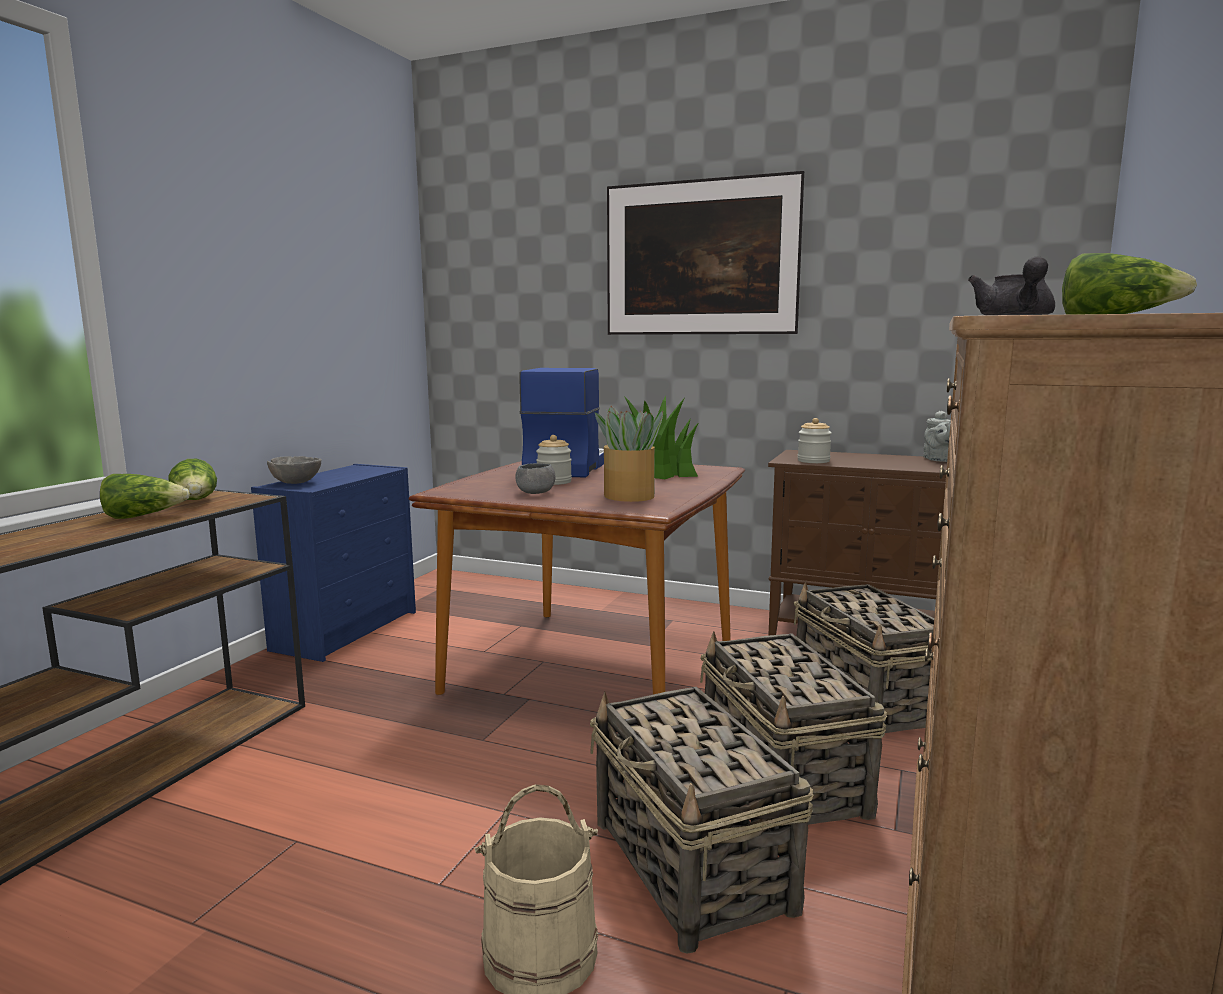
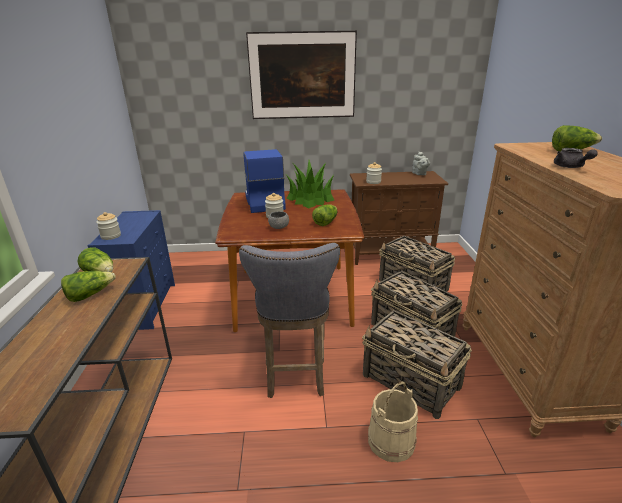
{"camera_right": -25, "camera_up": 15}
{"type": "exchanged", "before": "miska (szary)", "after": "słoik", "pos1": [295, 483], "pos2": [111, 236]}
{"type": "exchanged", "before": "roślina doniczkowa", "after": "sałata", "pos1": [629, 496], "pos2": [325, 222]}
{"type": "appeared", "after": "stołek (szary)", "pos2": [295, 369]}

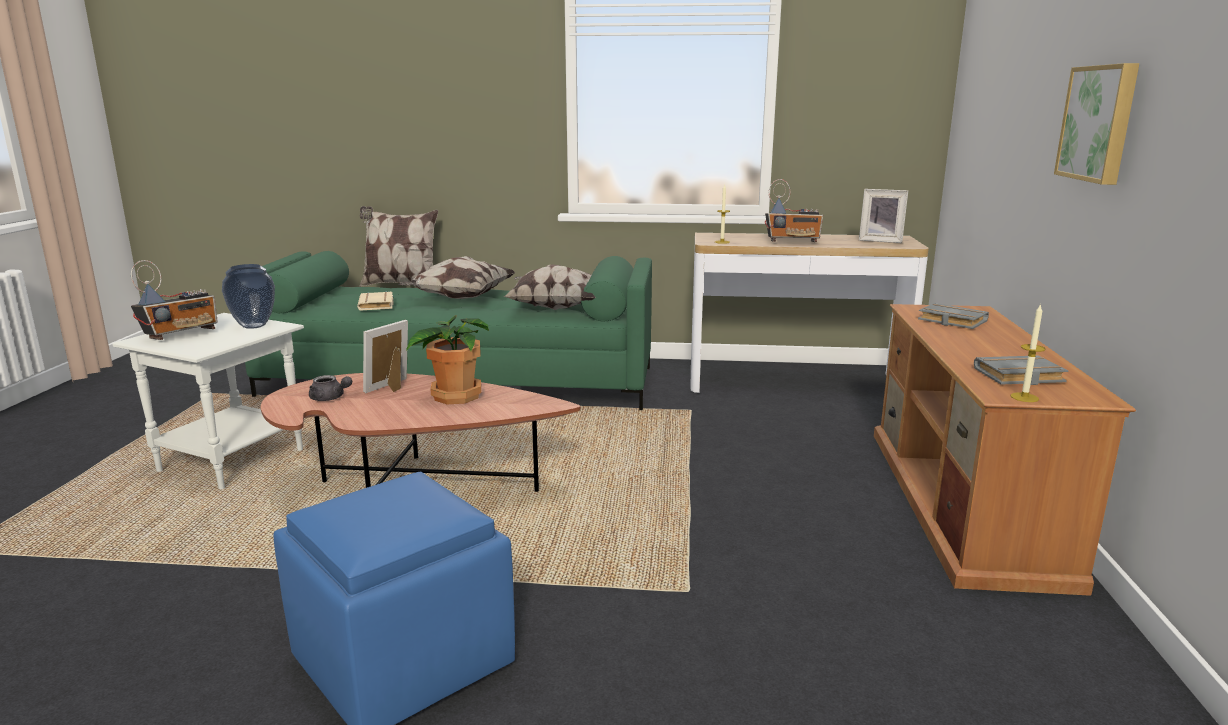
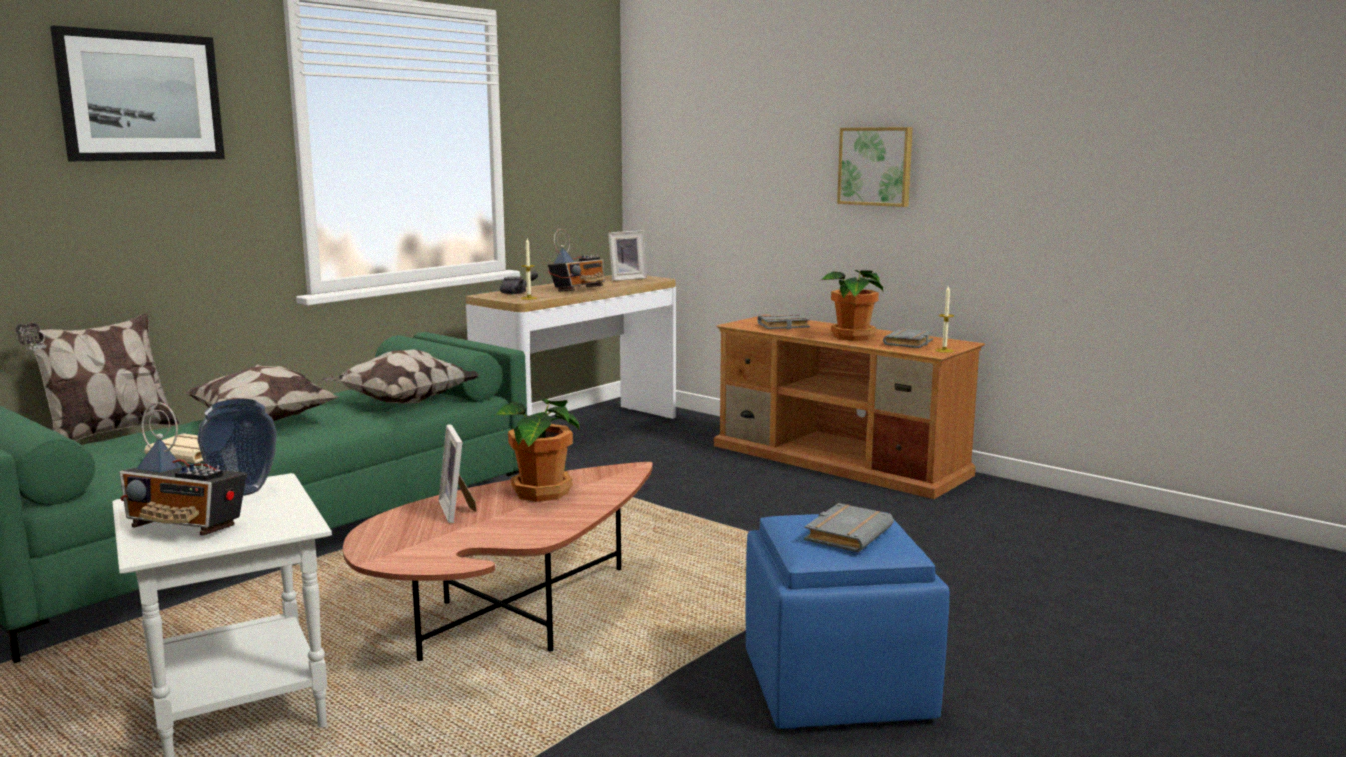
{"camera_right": -55, "camera_up": -5}
{"type": "spun", "before": "radio", "pos1": [181, 334], "pos2": [187, 527], "turn": 120}
{"type": "relocated", "before": "imbryk (szary)", "pos1": [330, 398], "pos2": [517, 293]}
{"type": "appeared", "after": "obraz", "pos2": [141, 97]}
{"type": "appeared", "after": "książka (szary)", "pos2": [846, 533]}
{"type": "appeared", "after": "roślina doniczkowa", "pos2": [851, 337]}

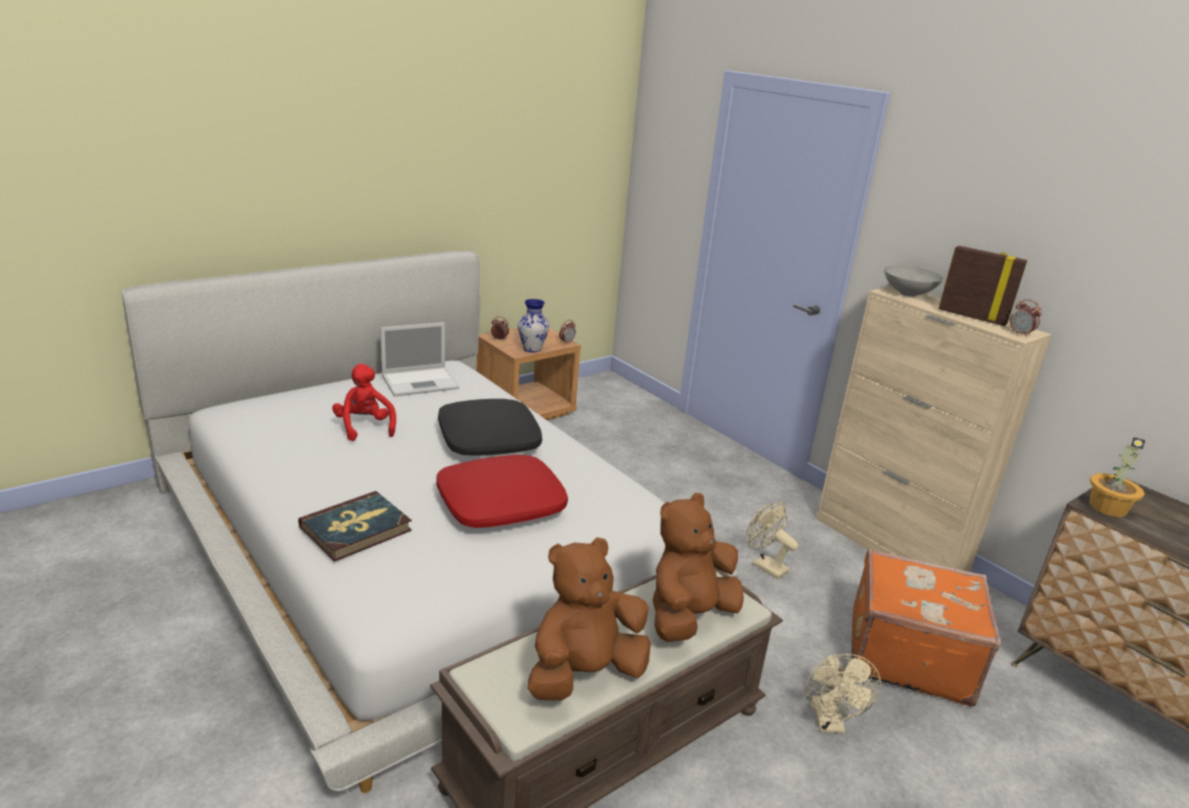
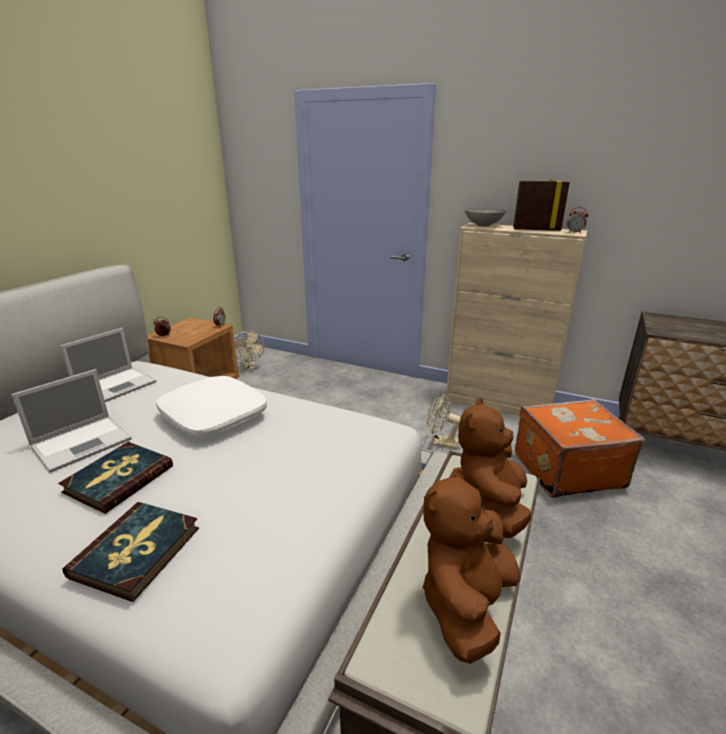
{"camera_right": -25, "camera_up": 0}
{"type": "exchanged", "before": "pluszak (czerwony)", "after": "laptop", "pos1": [364, 427], "pos2": [83, 442]}
{"type": "missing", "before": "poduszka (czerwony)", "pos1": [501, 503]}
{"type": "colour", "before": "poduszka (czarny)", "after": "poduszka (biały)", "pos1": [488, 439], "pos2": [213, 416]}
{"type": "missing", "before": "wazon", "pos1": [532, 349]}
{"type": "relocated", "before": "wentylator (beżowy)", "pos1": [829, 723], "pos2": [250, 367]}
{"type": "missing", "before": "roślina doniczkowa", "pos1": [1108, 507]}
{"type": "appeared", "after": "książka", "pos2": [119, 479]}

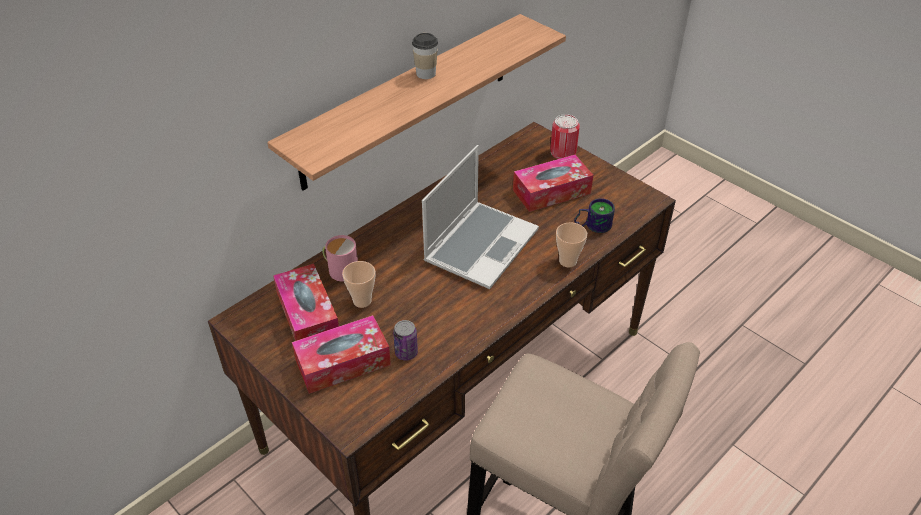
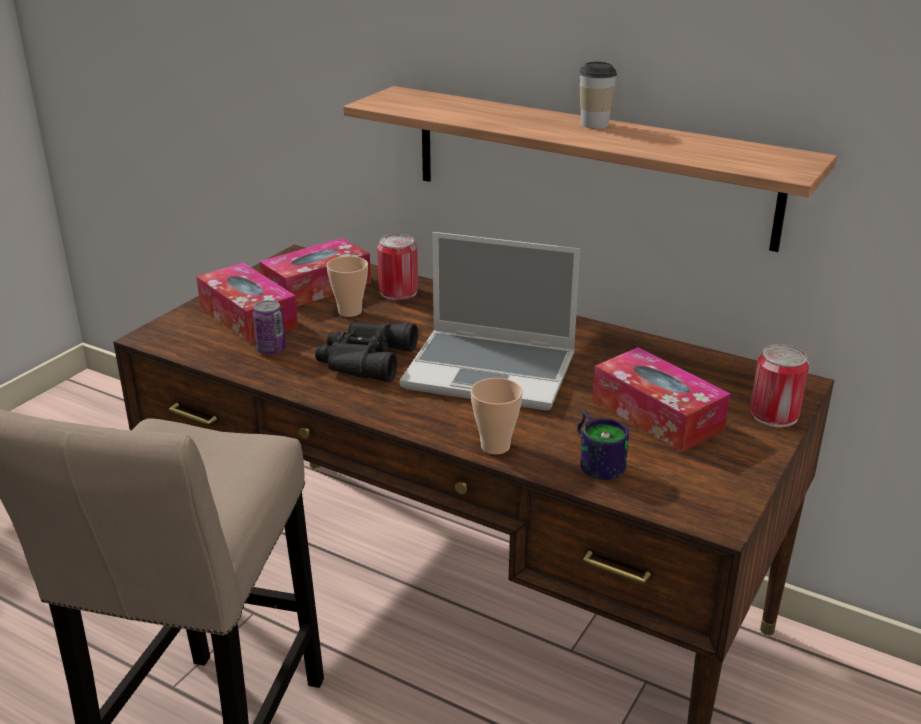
{"camera_right": 75, "camera_up": -15}
{"type": "exchanged", "before": "kubek (różowy)", "after": "puszka", "pos1": [341, 269], "pos2": [398, 292]}
{"type": "appeared", "after": "lornetka (czarny)", "pos2": [363, 359]}

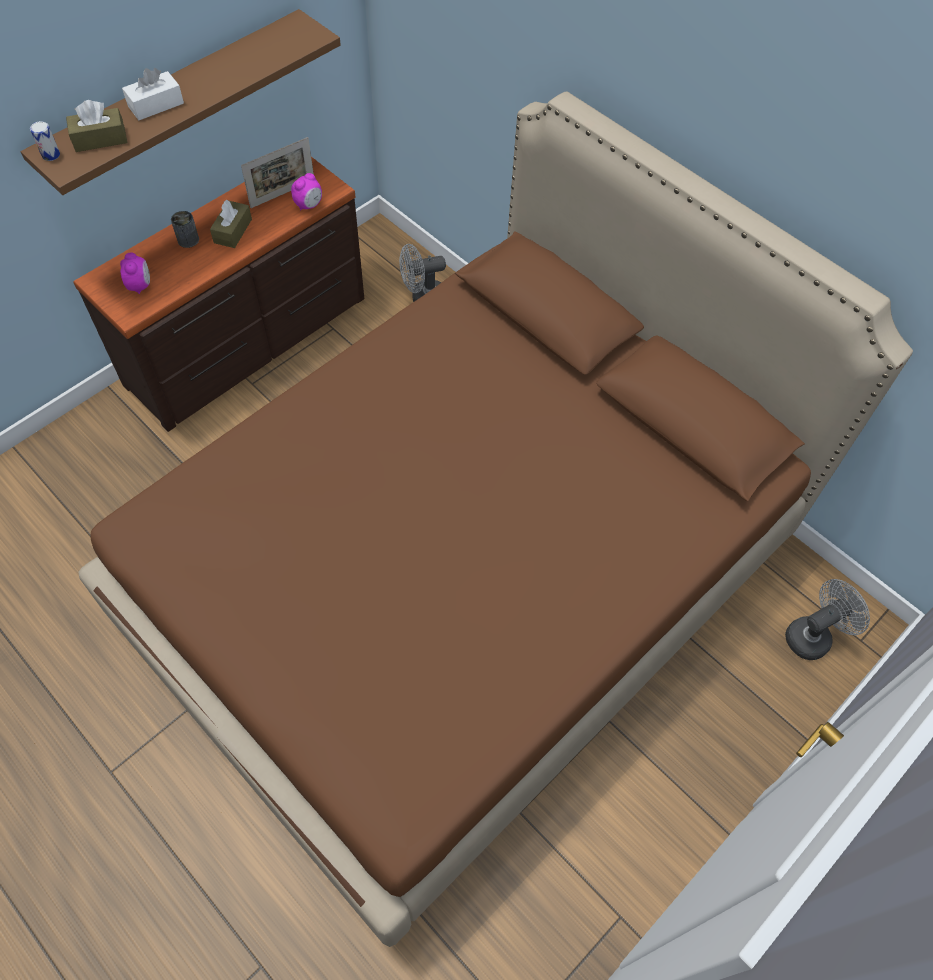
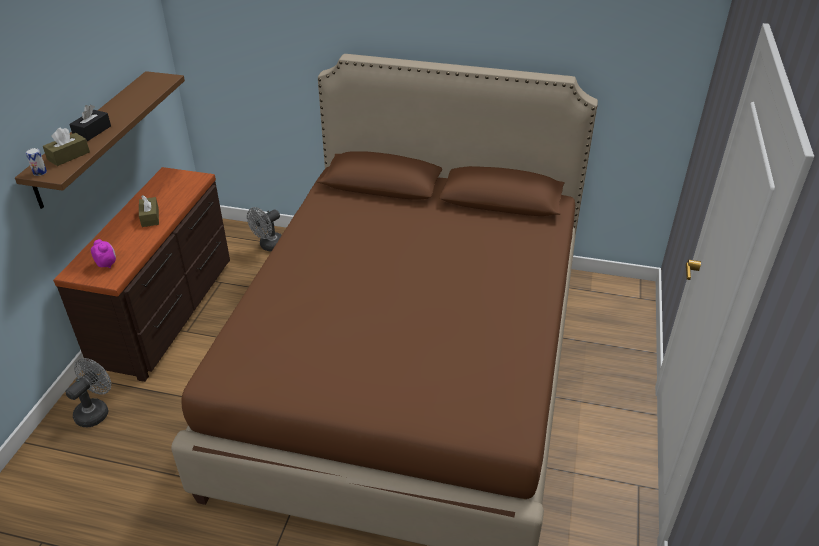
{"camera_right": -30, "camera_up": -20}
{"type": "colour", "before": "pudełko chusteczek (biały)", "after": "pudełko chusteczek (czarny)", "pos1": [156, 105], "pos2": [92, 132]}
{"type": "missing", "before": "puszka", "pos1": [188, 240]}
{"type": "missing", "before": "ramka na zdjęcie", "pos1": [282, 194]}
{"type": "missing", "before": "budzik", "pos1": [309, 205]}
{"type": "relocated", "before": "wentylator (szary)", "pos1": [813, 635], "pos2": [96, 411]}

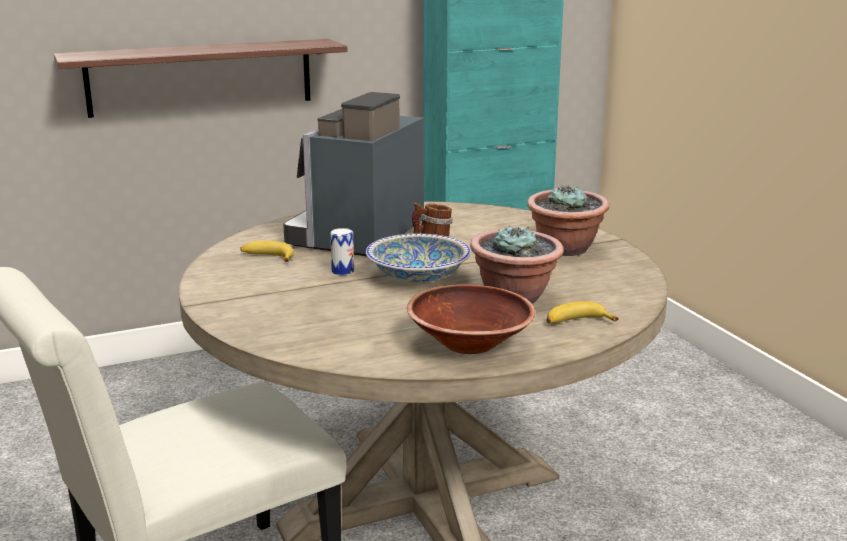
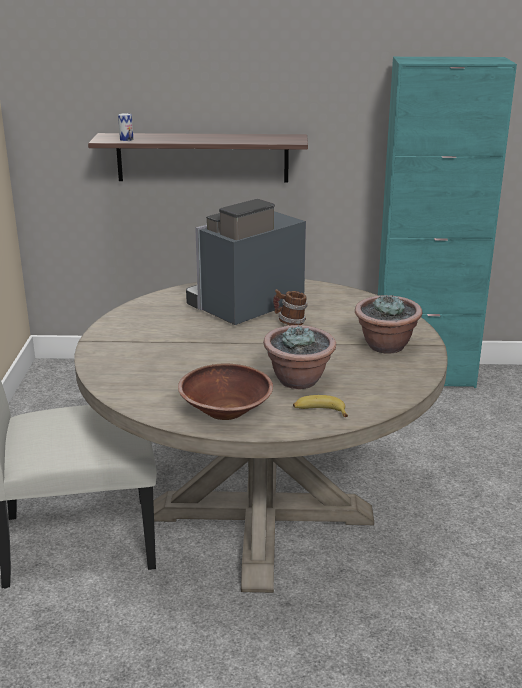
{"camera_right": 25, "camera_up": 5}
{"type": "missing", "before": "banan", "pos1": [267, 257]}
{"type": "relocated", "before": "puszka", "pos1": [343, 271], "pos2": [126, 139]}
{"type": "missing", "before": "miska", "pos1": [418, 276]}

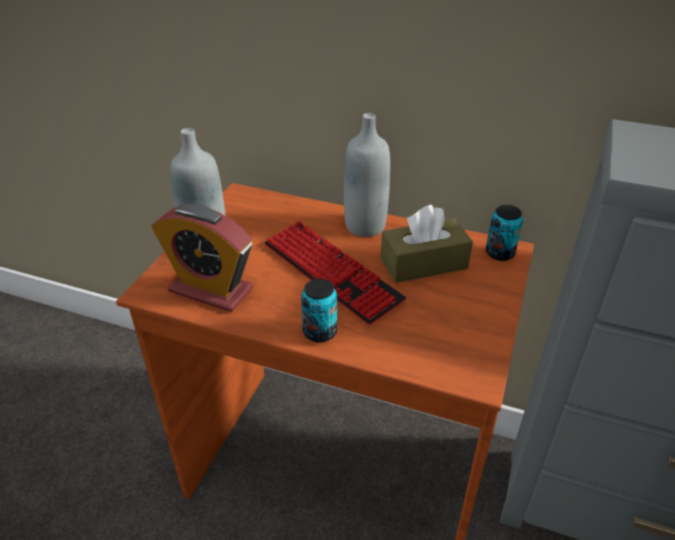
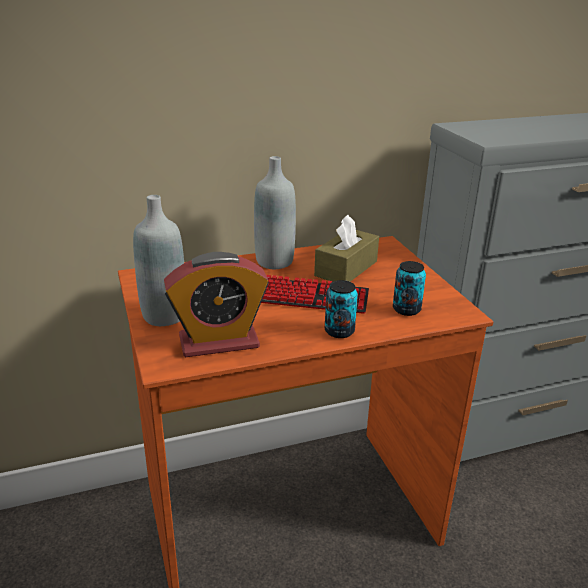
{"camera_right": -40, "camera_up": -10}
{"type": "relocated", "before": "puszka", "pos1": [500, 253], "pos2": [406, 309]}

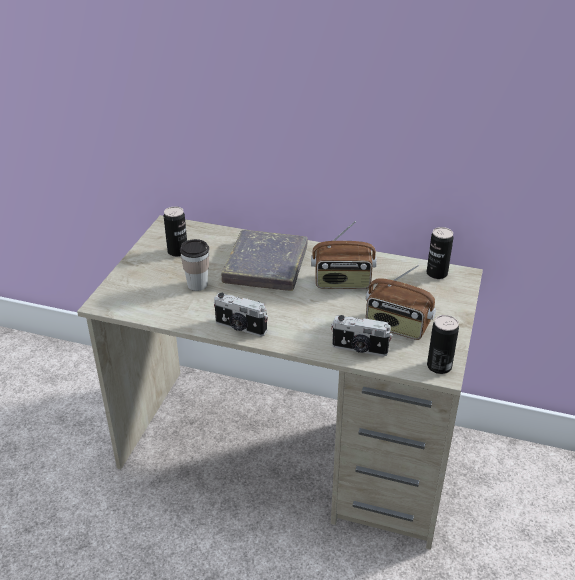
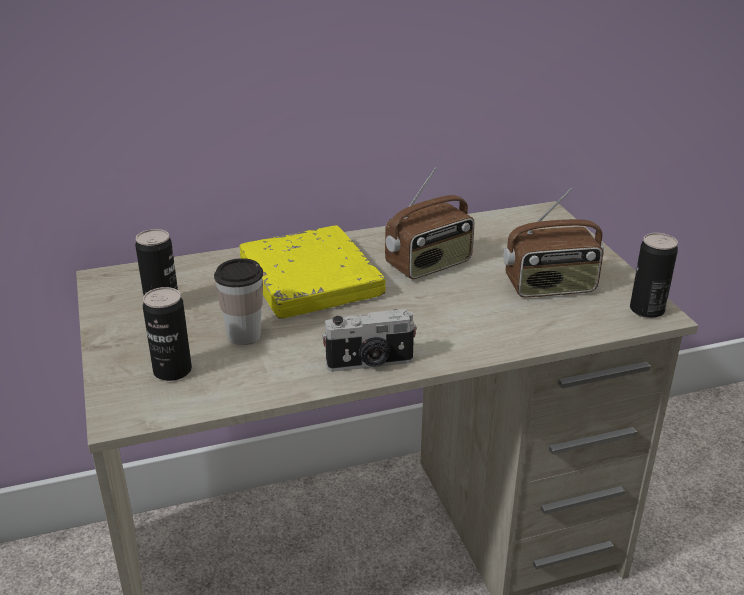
{"camera_right": -35, "camera_up": -5}
{"type": "colour", "before": "książka (szary)", "after": "książka (żółty)", "pos1": [266, 265], "pos2": [310, 279]}
{"type": "missing", "before": "aparat fotograficzny", "pos1": [359, 349]}
{"type": "relocated", "before": "puszka", "pos1": [436, 273], "pos2": [172, 371]}

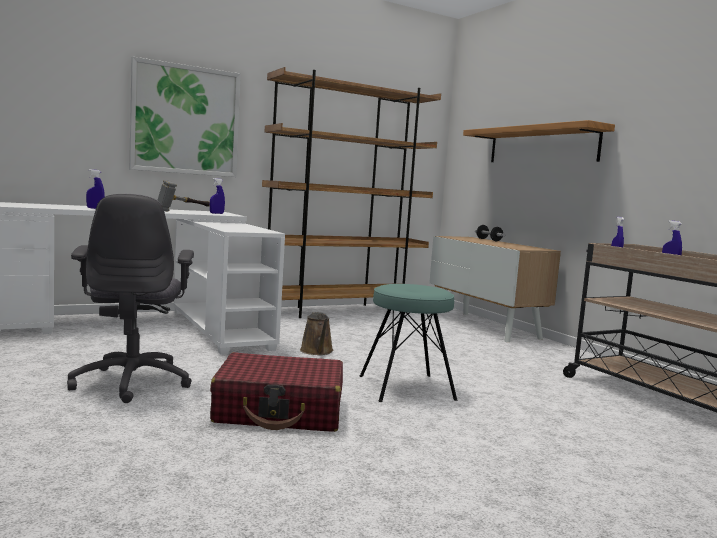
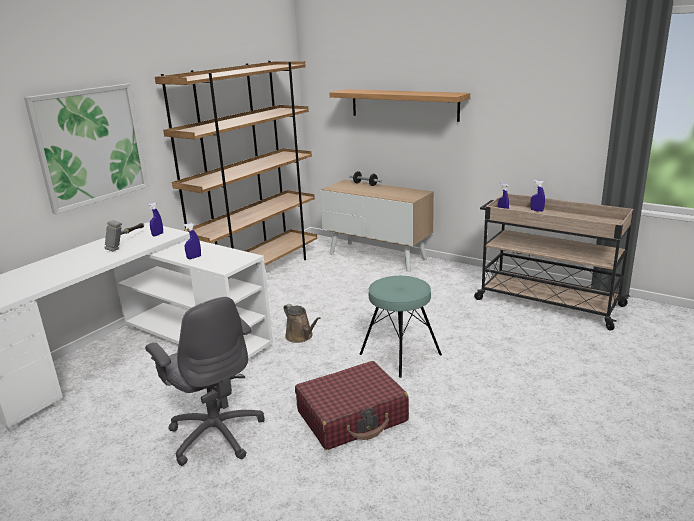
{"camera_right": -25, "camera_up": 15}
{"type": "relocated", "before": "spryskiwacz (niebieski)", "pos1": [95, 208], "pos2": [194, 257]}

